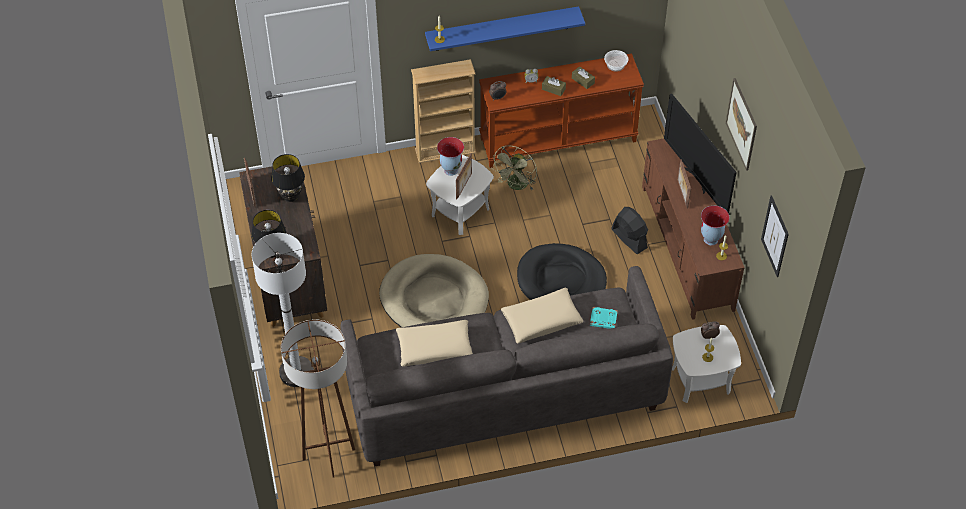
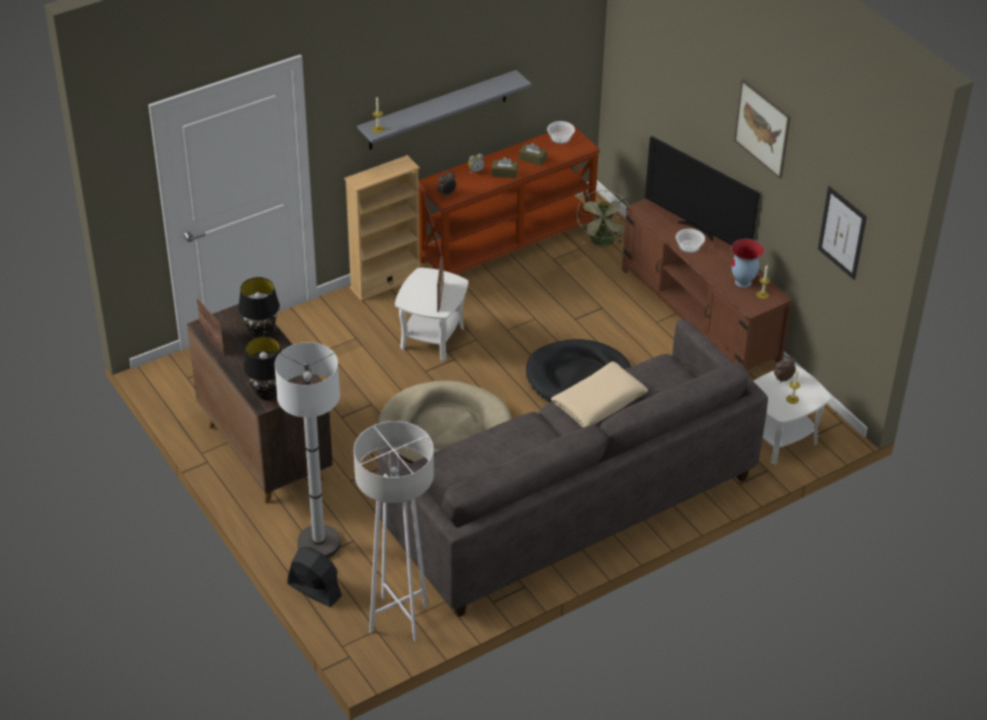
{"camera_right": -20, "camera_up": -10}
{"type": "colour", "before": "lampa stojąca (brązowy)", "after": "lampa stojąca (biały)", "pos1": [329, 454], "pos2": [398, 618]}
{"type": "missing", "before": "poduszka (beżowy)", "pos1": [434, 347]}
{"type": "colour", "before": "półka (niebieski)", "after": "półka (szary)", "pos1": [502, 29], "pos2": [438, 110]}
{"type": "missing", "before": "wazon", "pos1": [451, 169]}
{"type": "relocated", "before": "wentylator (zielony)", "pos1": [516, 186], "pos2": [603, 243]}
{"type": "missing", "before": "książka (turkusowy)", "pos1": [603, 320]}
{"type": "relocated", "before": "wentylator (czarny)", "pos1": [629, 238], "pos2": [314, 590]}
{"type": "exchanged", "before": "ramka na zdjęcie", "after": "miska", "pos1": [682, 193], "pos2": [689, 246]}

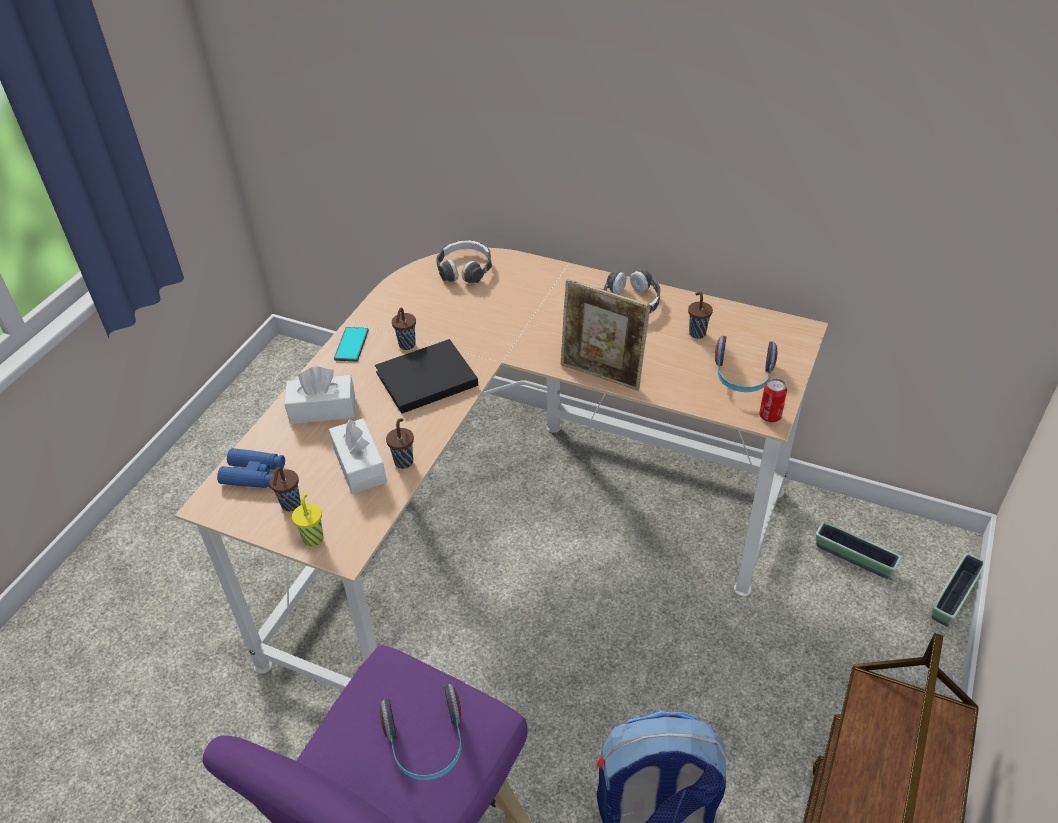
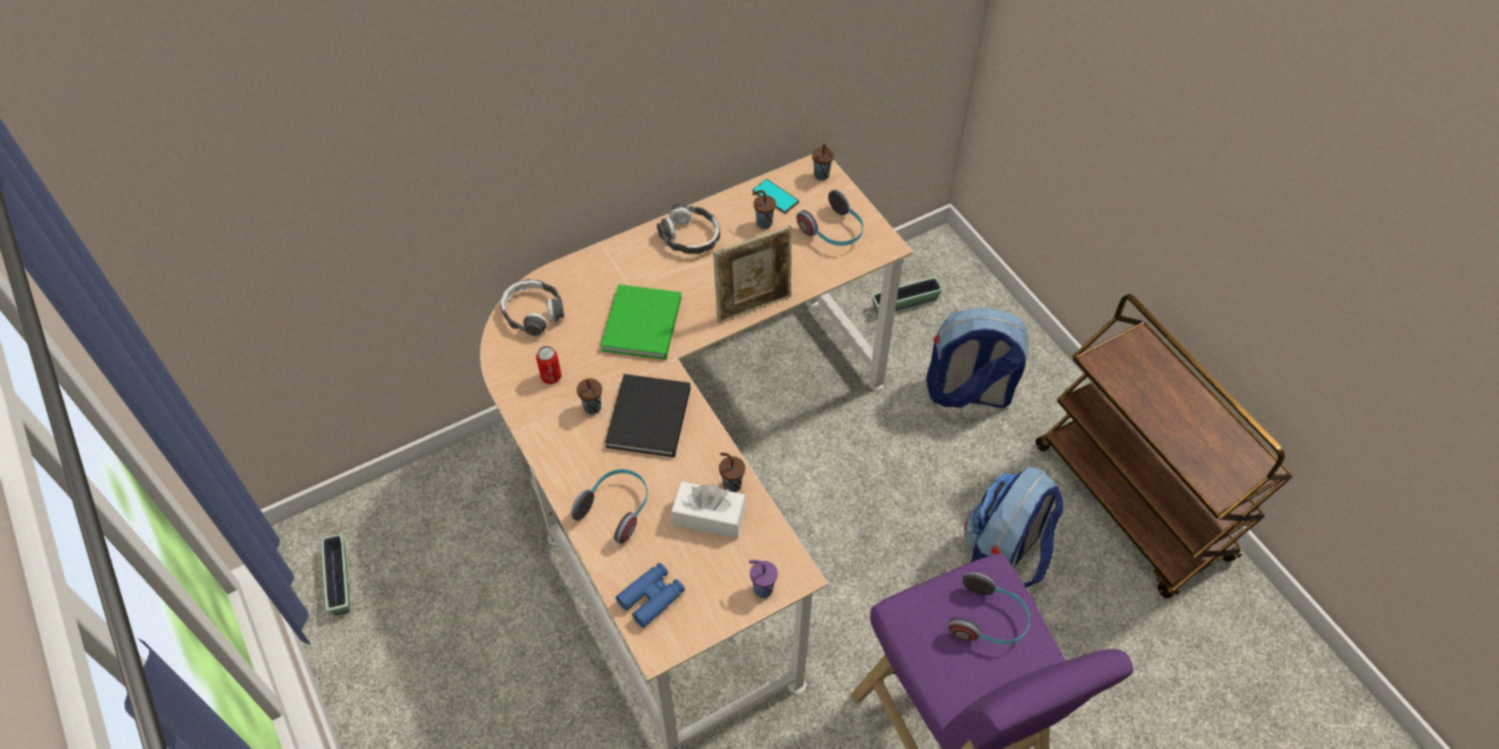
{"camera_right": -55, "camera_up": 10}
{"type": "relocated", "before": "filiżanka (brązowy)", "pos1": [290, 505], "pos2": [822, 176]}
{"type": "exchanged", "before": "pudełko chusteczek (biały)", "after": "słuchawki", "pos1": [323, 409], "pos2": [616, 509]}
{"type": "colour", "before": "filiżanka (żółty)", "after": "filiżanka (fioletowy)", "pos1": [313, 537], "pos2": [762, 588]}
{"type": "relocated", "before": "telefon", "pos1": [351, 345], "pos2": [775, 196]}
{"type": "relocated", "before": "puszka", "pos1": [770, 416], "pos2": [551, 376]}
{"type": "relocated", "before": "donica", "pos1": [954, 597], "pos2": [339, 580]}
{"type": "appeared", "after": "książka (zielony)", "pos2": [641, 326]}
{"type": "appeared", "after": "plecak", "pos2": [968, 392]}

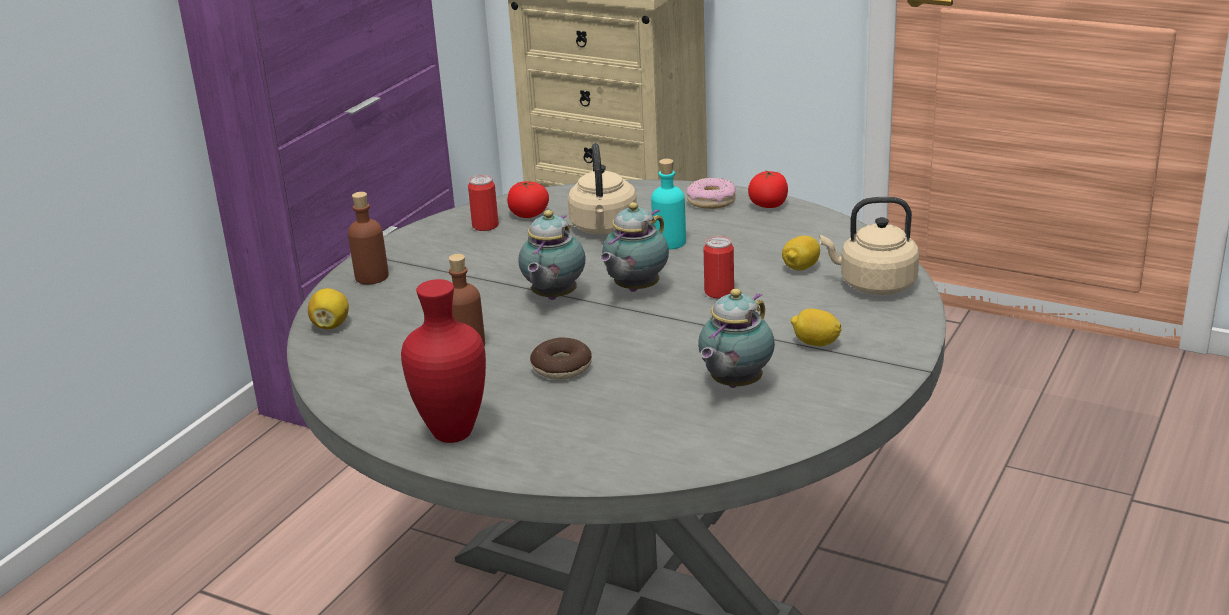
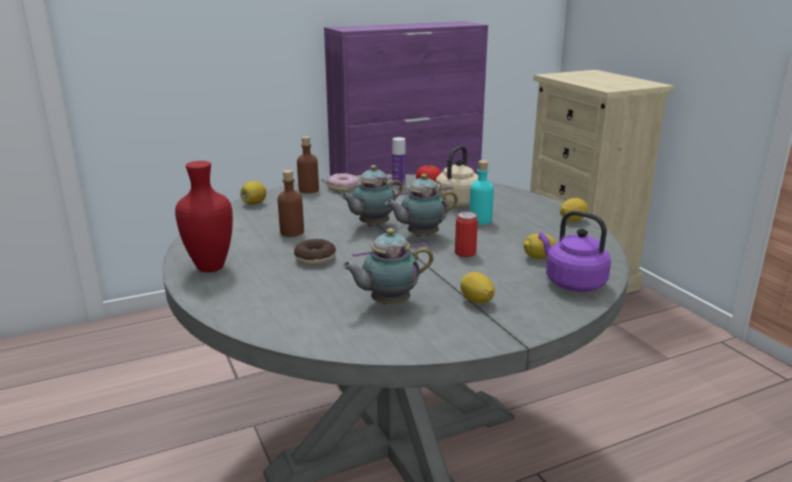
{"camera_right": 35, "camera_up": -5}
{"type": "exchanged", "before": "puszka", "after": "butelka", "pos1": [485, 226], "pos2": [398, 185]}
{"type": "relocated", "before": "donut", "pos1": [711, 201], "pos2": [342, 187]}
{"type": "exchanged", "before": "pomidor", "after": "cytryna", "pos1": [768, 205], "pos2": [572, 220]}
{"type": "colour", "before": "czajnik (beżowy)", "after": "czajnik (fioletowy)", "pos1": [873, 285], "pos2": [572, 282]}

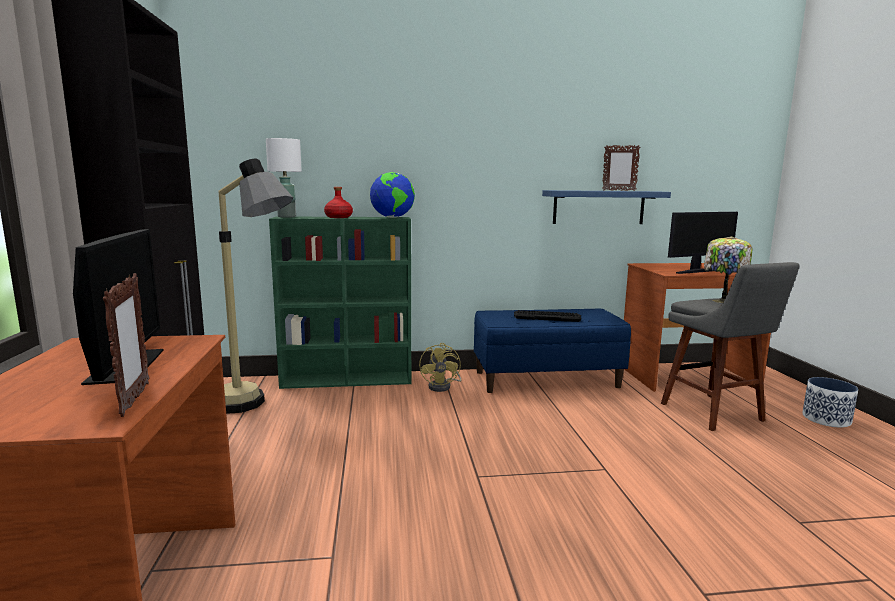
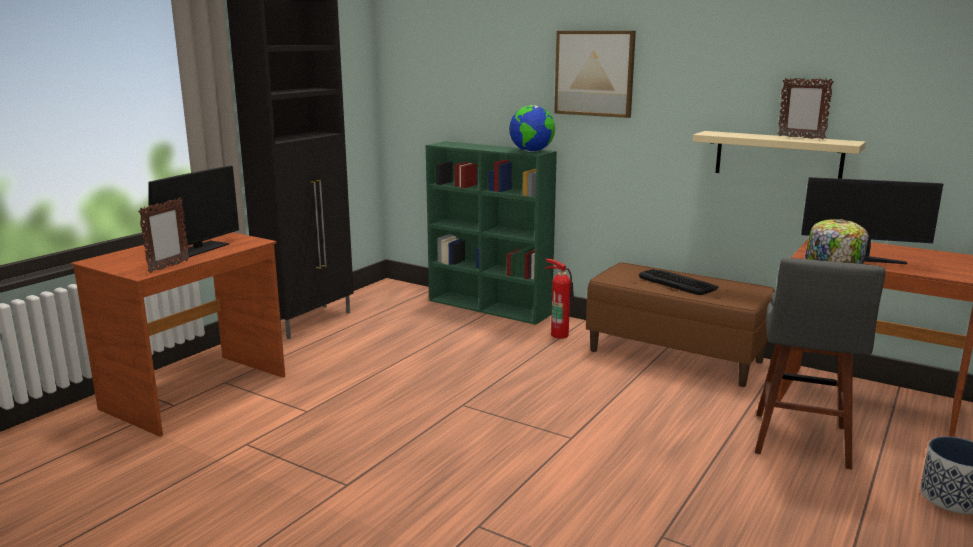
{"camera_right": 40, "camera_up": 5}
{"type": "missing", "before": "lampa stojąca", "pos1": [256, 407]}
{"type": "missing", "before": "lampa stołowa (biały)", "pos1": [287, 217]}
{"type": "missing", "before": "butelka (czerwony)", "pos1": [338, 217]}
{"type": "exchanged", "before": "wentylator (żółty)", "after": "gaśnica", "pos1": [443, 386], "pos2": [559, 334]}
{"type": "colour", "before": "ławka (niebieski)", "after": "ławka (brązowy)", "pos1": [546, 379], "pos2": [675, 356]}
{"type": "colour", "before": "półka (niebieski)", "after": "półka (beżowy)", "pos1": [598, 207], "pos2": [778, 157]}
{"type": "appeared", "after": "obraz", "pos2": [594, 73]}

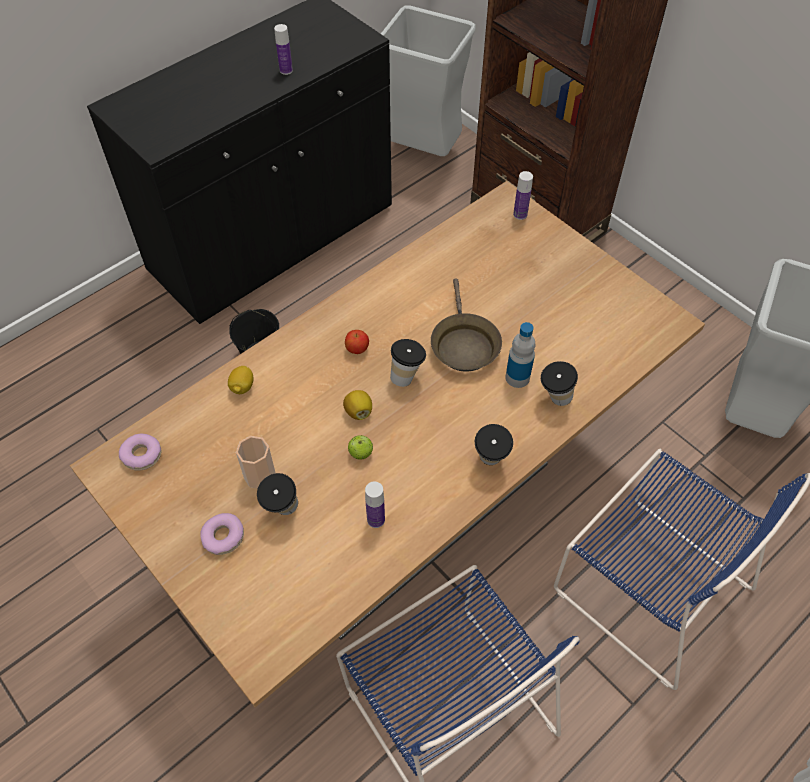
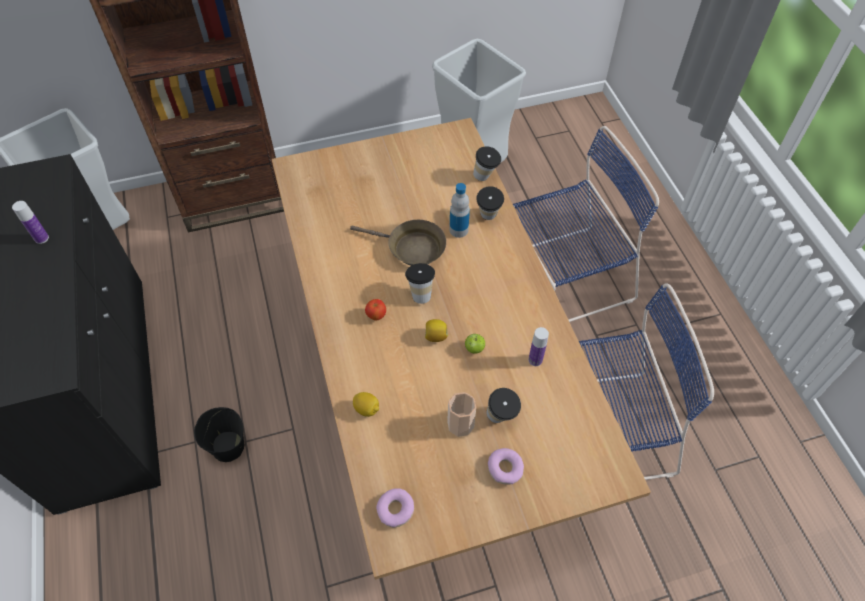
{"camera_right": -65, "camera_up": 0}
{"type": "relocated", "before": "filiżanka", "pos1": [490, 462], "pos2": [485, 177]}
{"type": "missing", "before": "butelka", "pos1": [520, 214]}

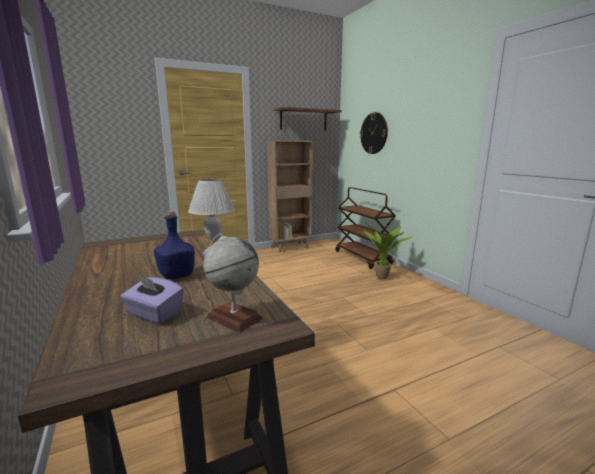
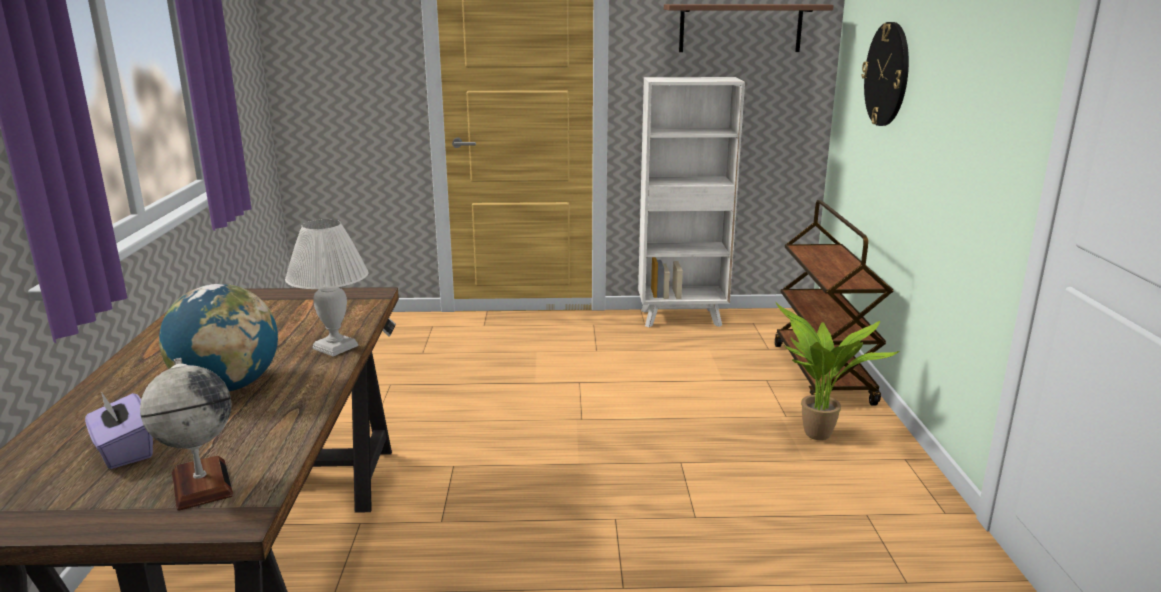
{"camera_right": 25, "camera_up": 5}
{"type": "exchanged", "before": "butelka (niebieski)", "after": "globus", "pos1": [177, 276], "pos2": [228, 386]}
{"type": "colour", "before": "regał (brązowy)", "after": "regał (biały)", "pos1": [290, 247], "pos2": [682, 318]}

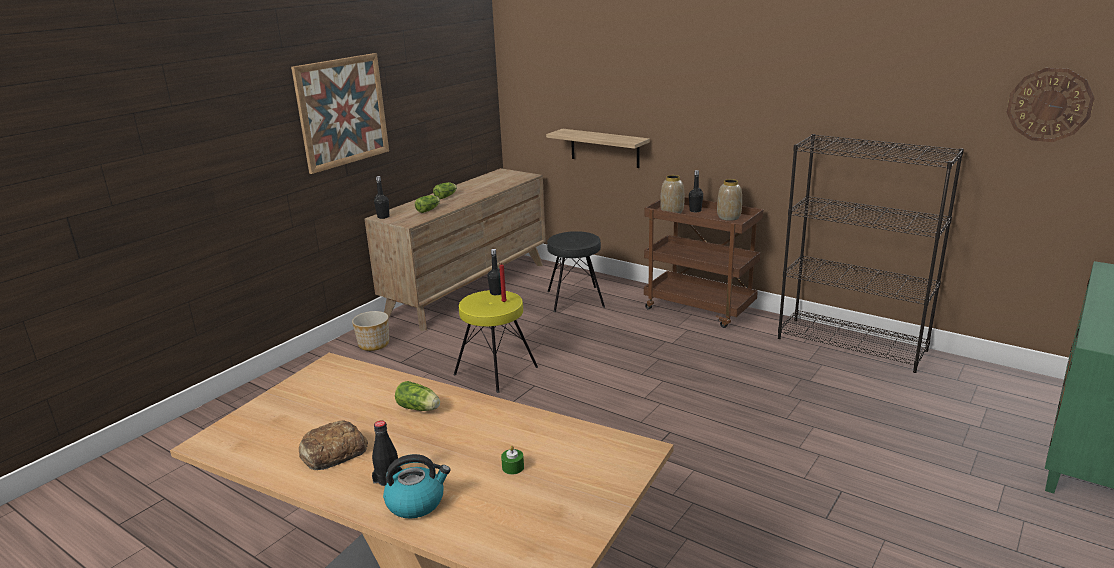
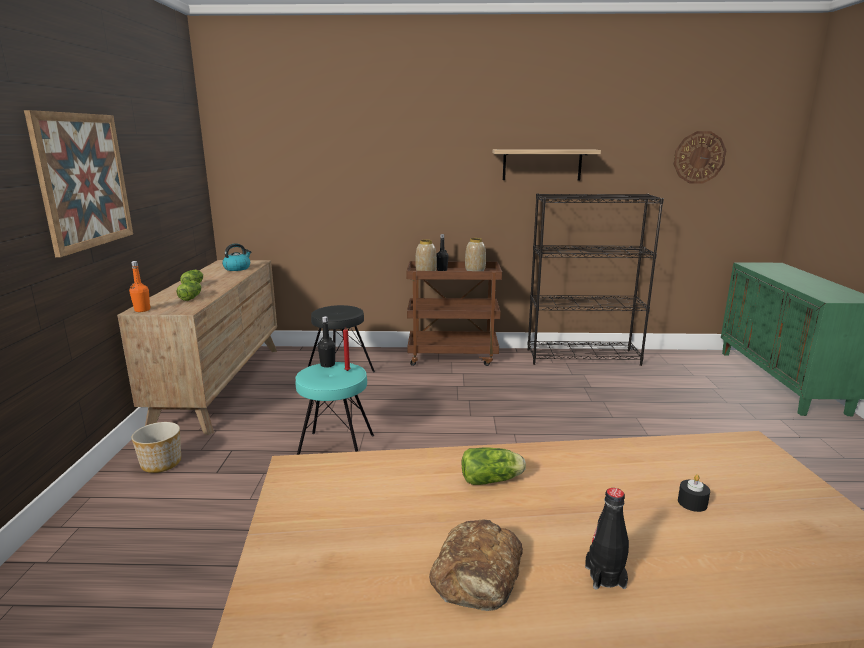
{"camera_right": -35, "camera_up": -5}
{"type": "colour", "before": "butelka (czarny)", "after": "butelka (pomarańczowy)", "pos1": [383, 217], "pos2": [142, 310]}
{"type": "relocated", "before": "czajnik", "pos1": [416, 502], "pos2": [237, 268]}
{"type": "colour", "before": "stołek (żółty)", "after": "stołek (turkusowy)", "pos1": [496, 370], "pos2": [335, 450]}
{"type": "colour", "before": "świeca (zielony)", "after": "świeca (czarny)", "pos1": [513, 467], "pos2": [692, 503]}
{"type": "relocated", "before": "półka", "pos1": [604, 148], "pos2": [542, 164]}

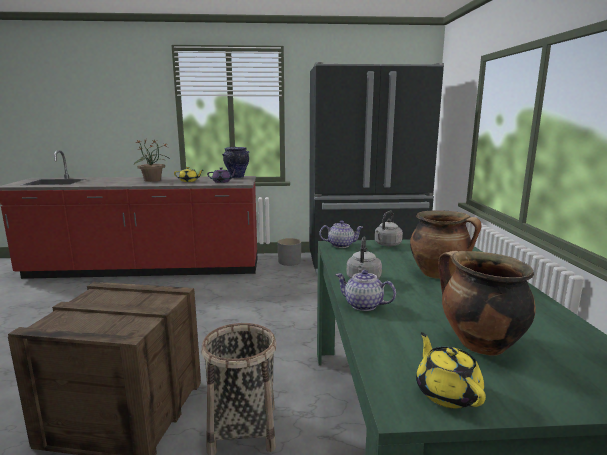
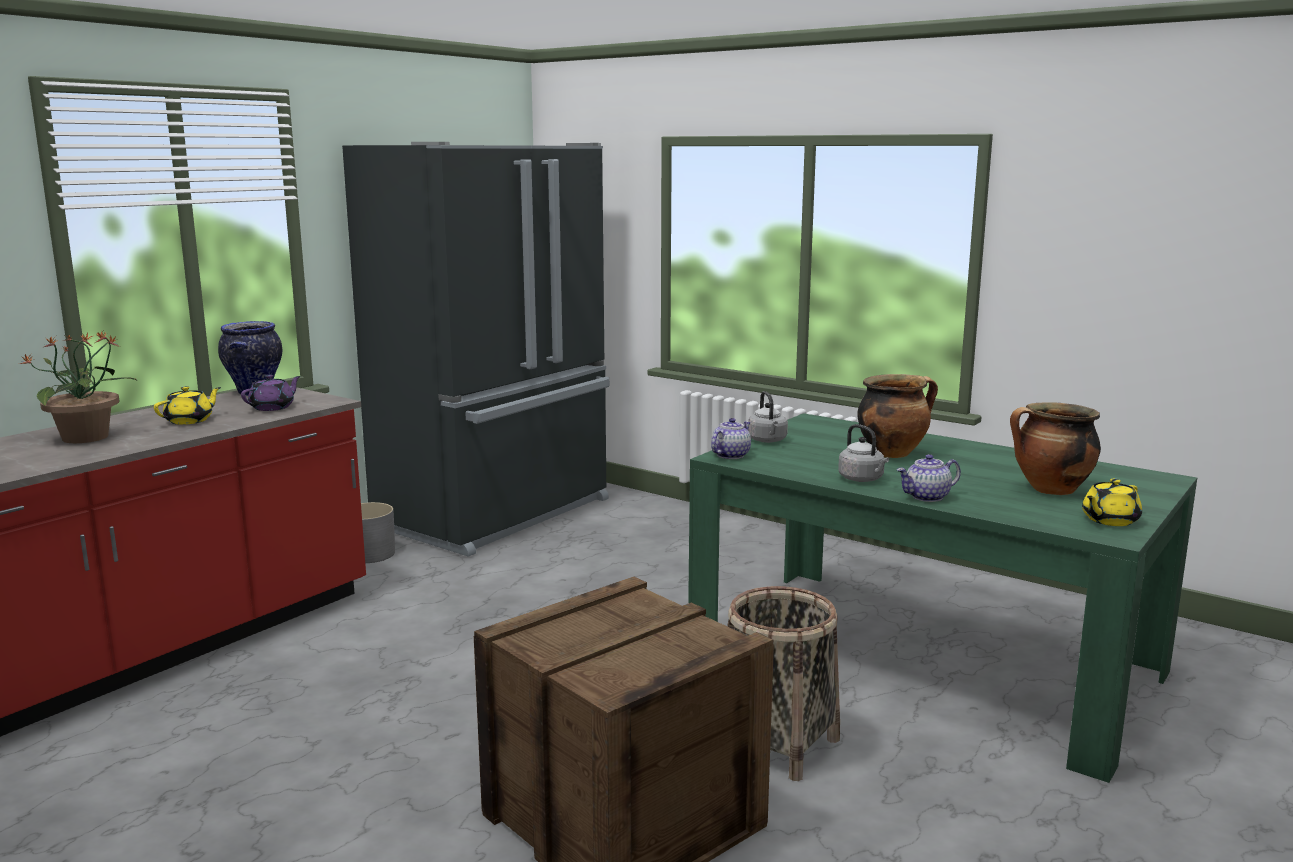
{"camera_right": -50, "camera_up": 0}
{"type": "spun", "before": "imbryk (żółty)", "pos1": [447, 392], "pos2": [1109, 520], "turn": -60}

